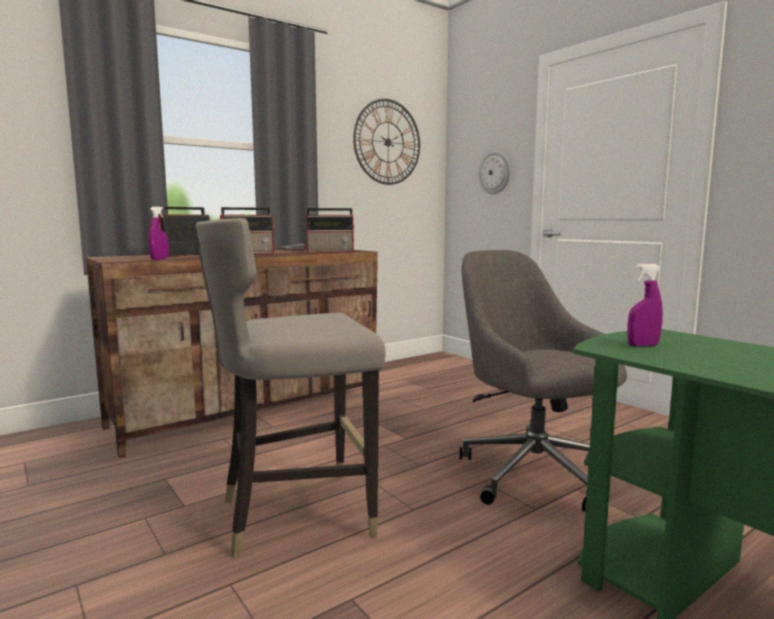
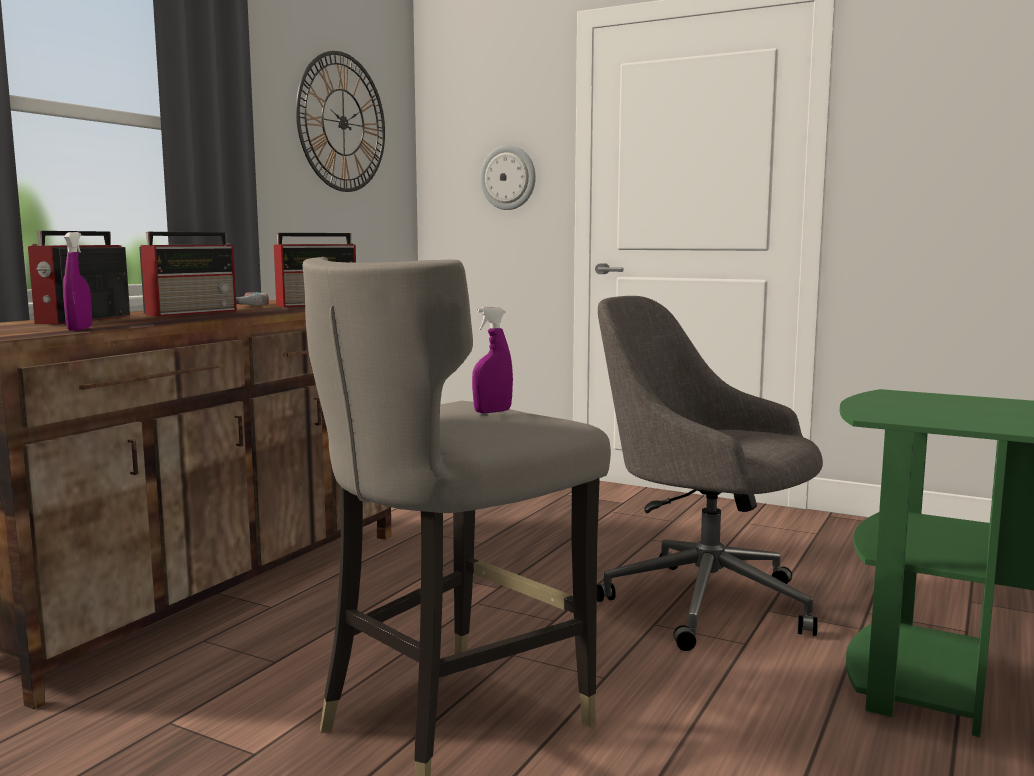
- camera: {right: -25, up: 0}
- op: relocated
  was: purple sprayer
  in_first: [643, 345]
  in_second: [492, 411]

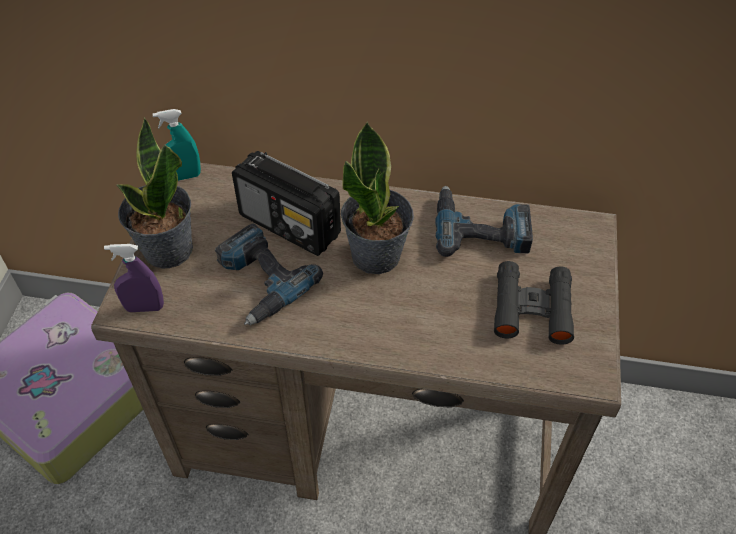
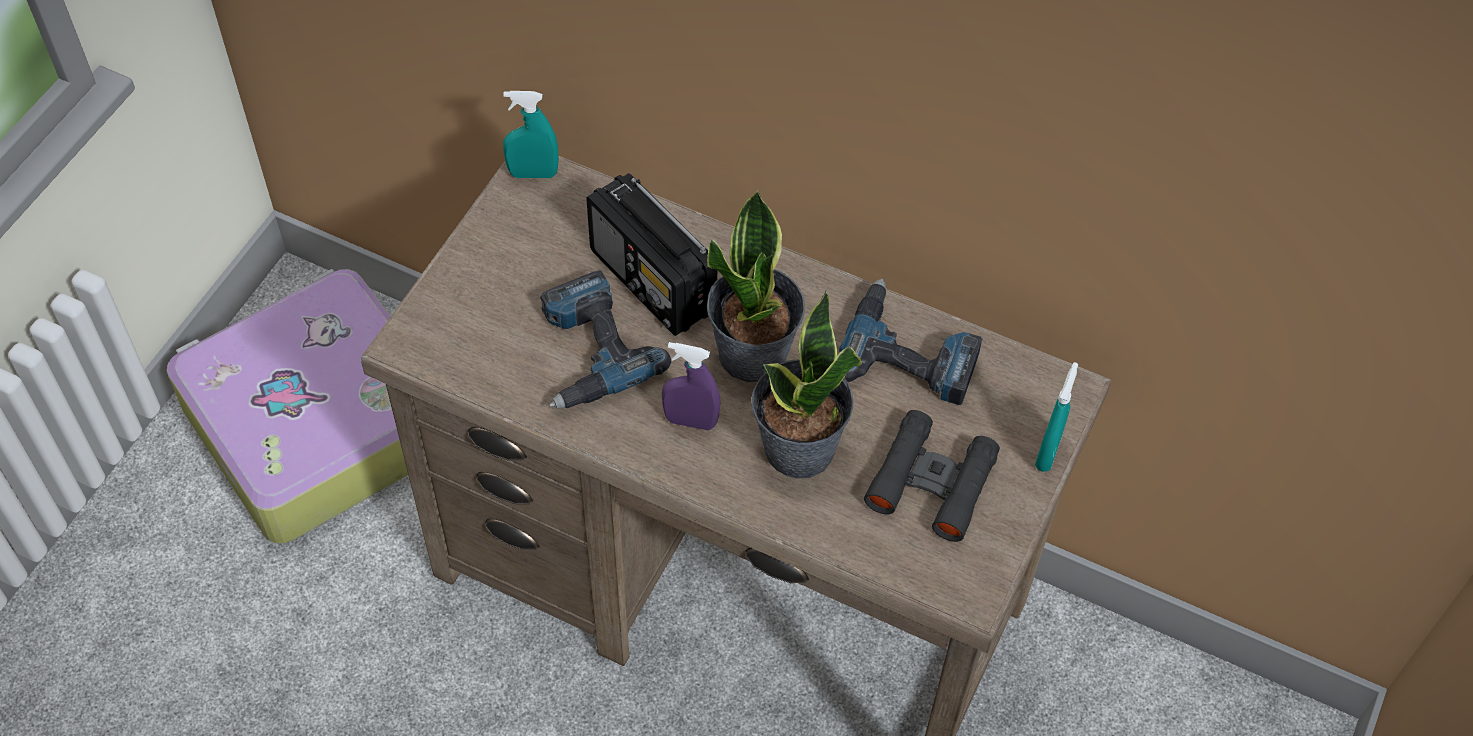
- camera: {right: 15, up: 5}
- op: relocated
  was: purple sprayer
  in_first: [144, 307]
  in_second: [690, 421]
- op: relocated
  was: houseplant
  in_first: [167, 250]
  in_second: [798, 449]
- op: appeared
  now: blue-green sprayer
  in_second: [1047, 452]

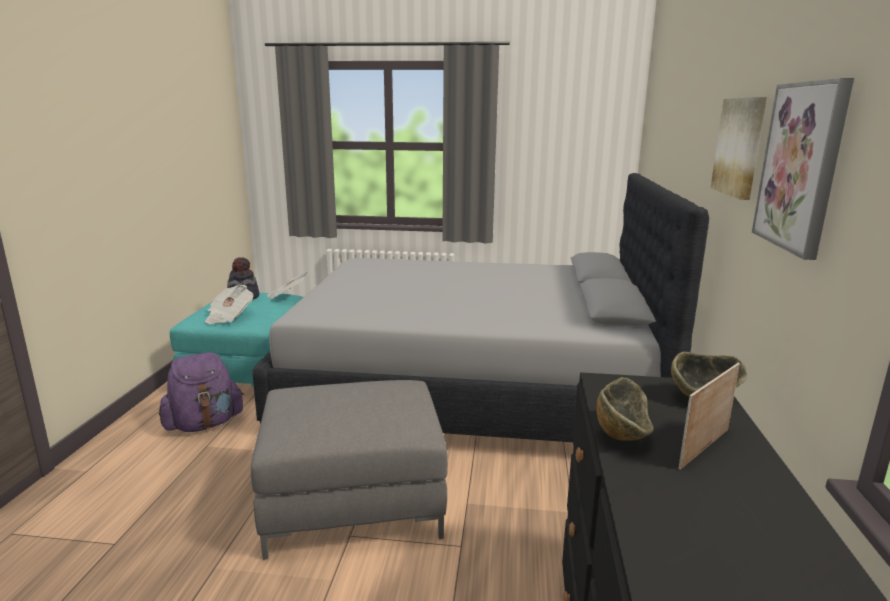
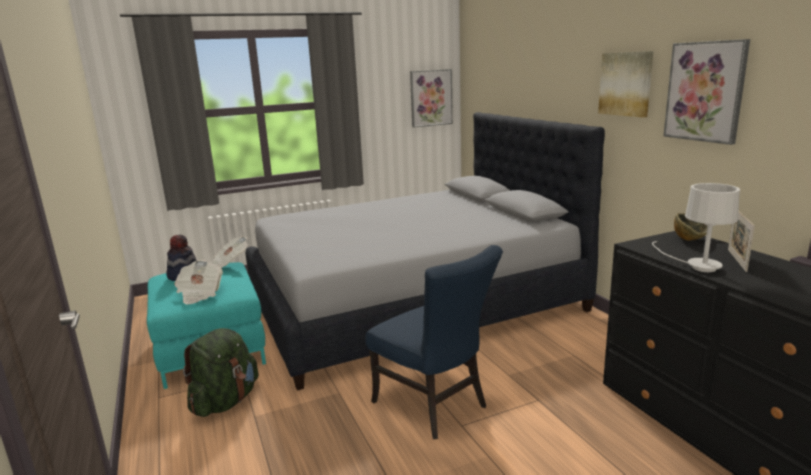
- camera: {right: -30, up: 0}
- op: colour
  was: purple backpack
  now: green backpack
  in_first: [204, 424]
  in_second: [225, 401]
- op: exchanged
  was: gray pouffe
  now: blue plain chair
  in_first: [352, 503]
  in_second: [435, 406]
- op: appeared
  now: picture
  in_second: [431, 98]
- op: exchanged
  was: serving bowl
  now: whitish table lamp
  in_first: [622, 434]
  in_second: [695, 265]

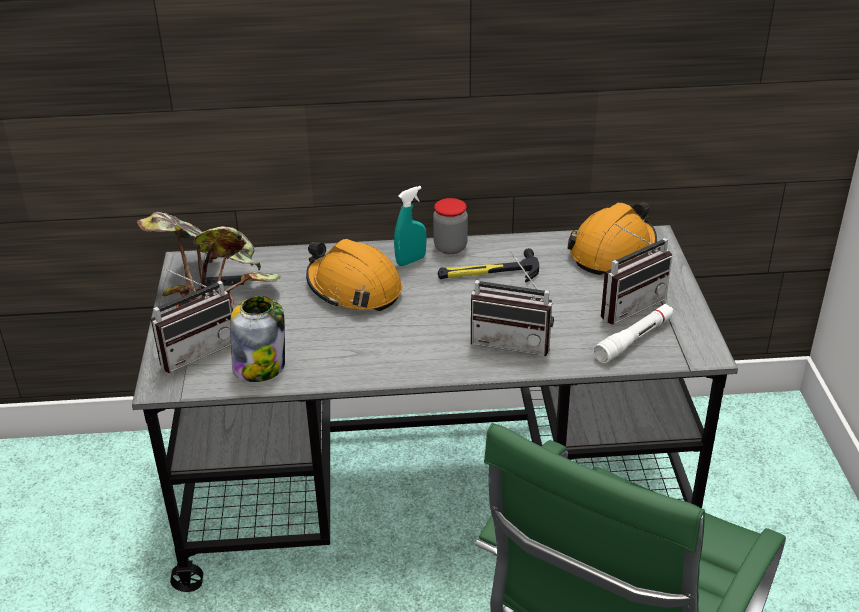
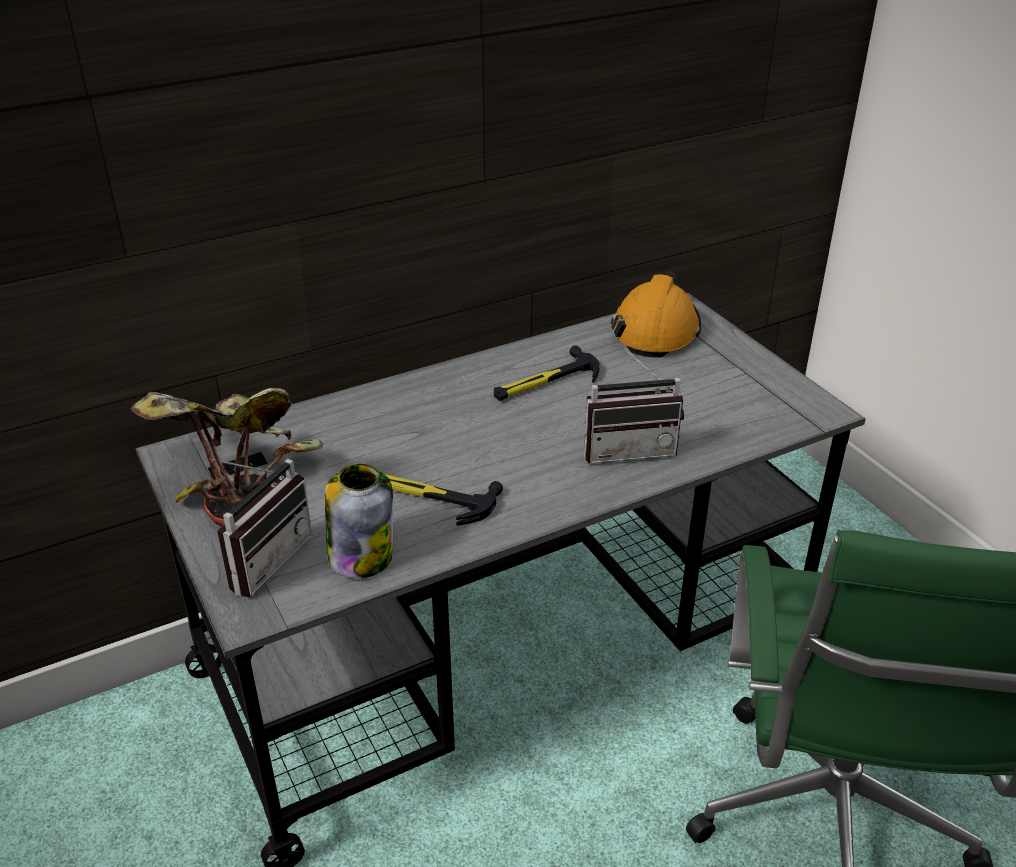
- camera: {right: -25, up: 0}
- op: appeared
  now: hammer
  in_second: [428, 496]
- op: missing
  was: orange-coloured work helmet
  in_first: [354, 289]
- op: missing
  was: blue-green sprayer
  in_first: [411, 261]
- op: missing
  was: jar
  in_first: [450, 247]
- op: missing
  was: whitish hand torch
  in_first: [634, 339]
- op: missing
  was: radio receiver
  in_first: [627, 304]

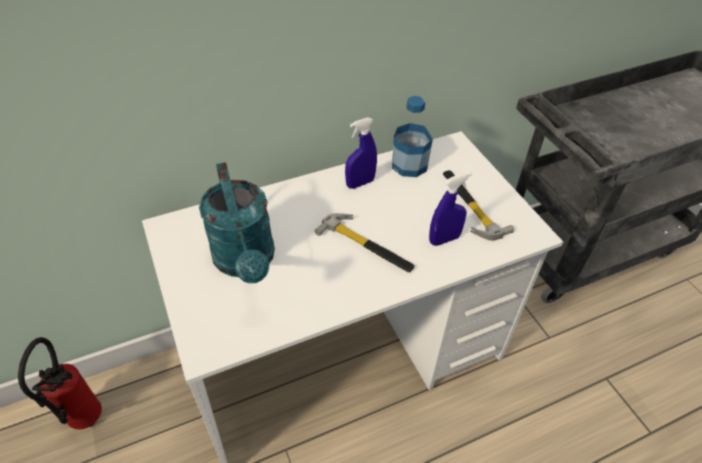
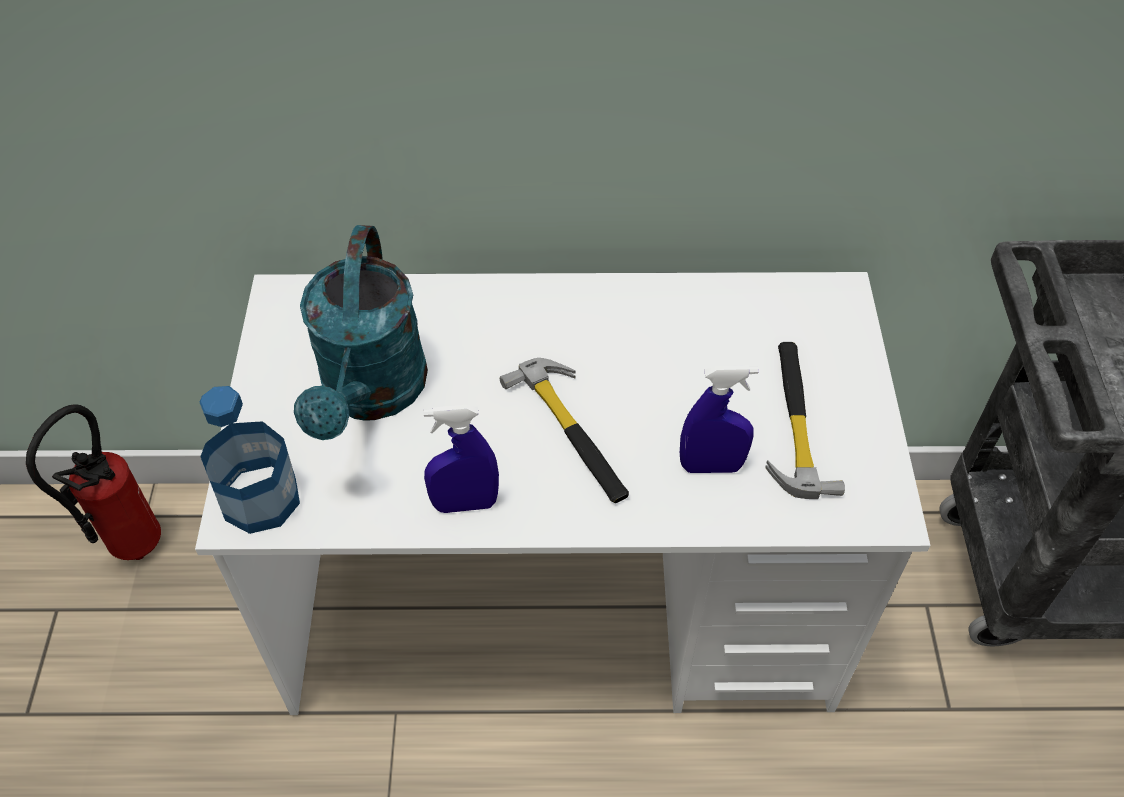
- camera: {right: 25, up: 5}
- op: relocated
  was: bottle
  in_first: [409, 165]
  in_second: [260, 499]
- op: relocated
  was: blue sprayer
  in_first: [360, 183]
  in_second: [465, 504]

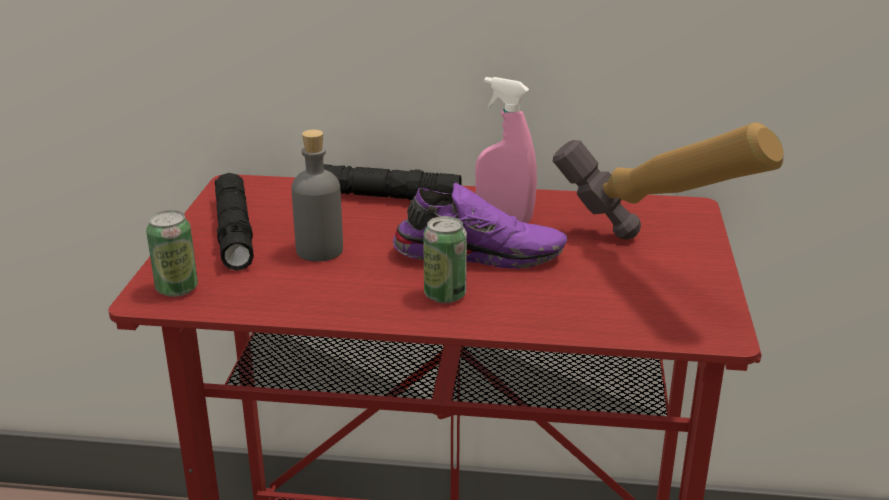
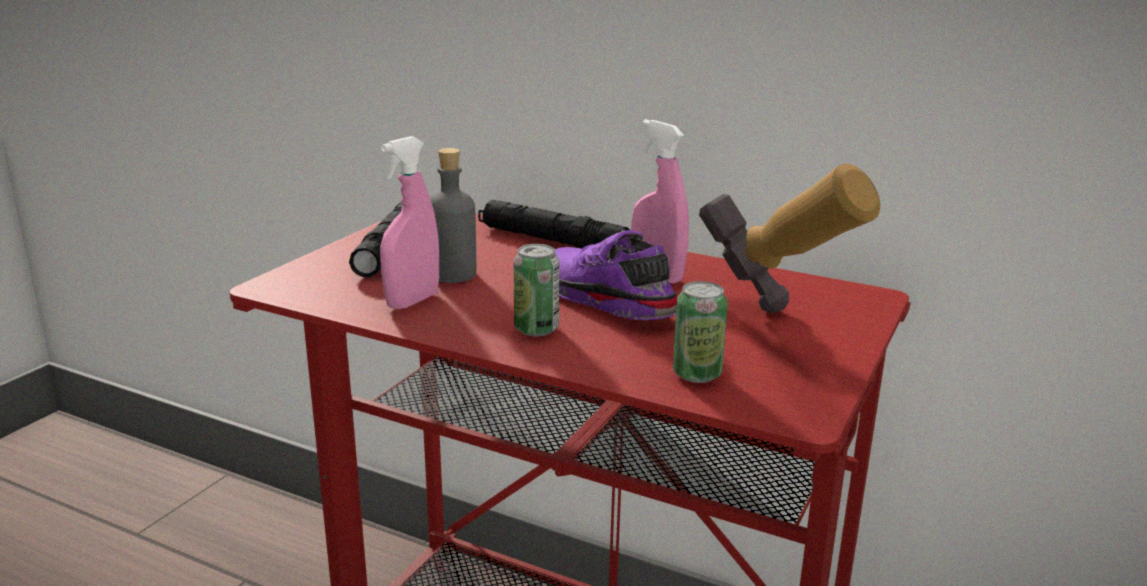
- camera: {right: 20, up: -5}
- op: appeared
  now: pink-coloured sprayer
  in_second: [412, 301]
- op: spun
  was: purple shoe
  in_first: [479, 253]
  in_second: [604, 300]
  clockwise: -150
- op: relocated
  was: sealed can
  in_first: [177, 289]
  in_second: [697, 374]

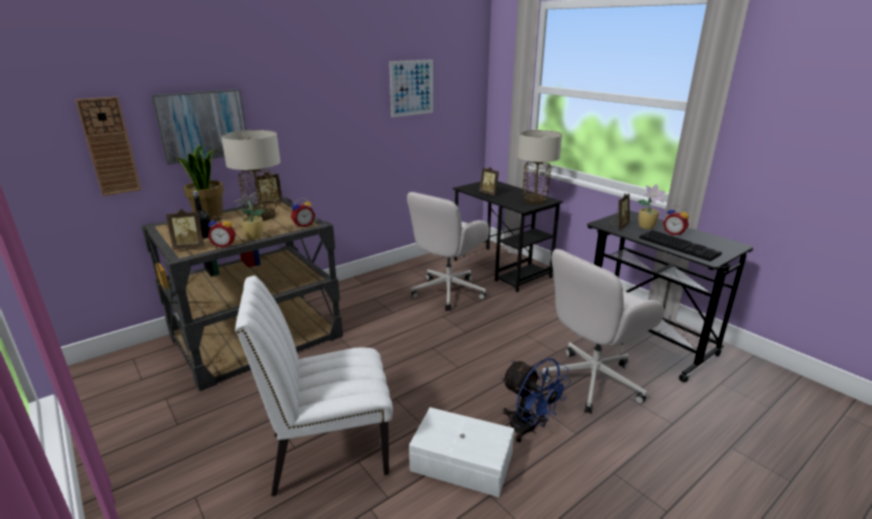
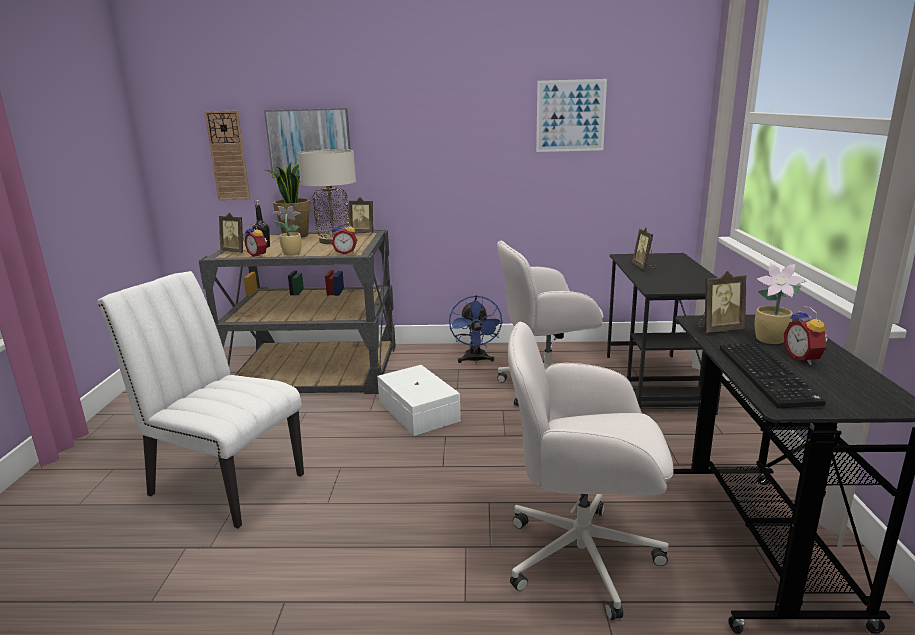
- camera: {right: 40, up: -5}
- op: relocated
  was: whitish storage bin
  in_first: [462, 463]
  in_second: [417, 412]
- op: relocated
  was: blue electric fan
  in_first: [529, 429]
  in_second: [475, 360]
- op: missing
  was: table lamp
  in_first: [535, 200]

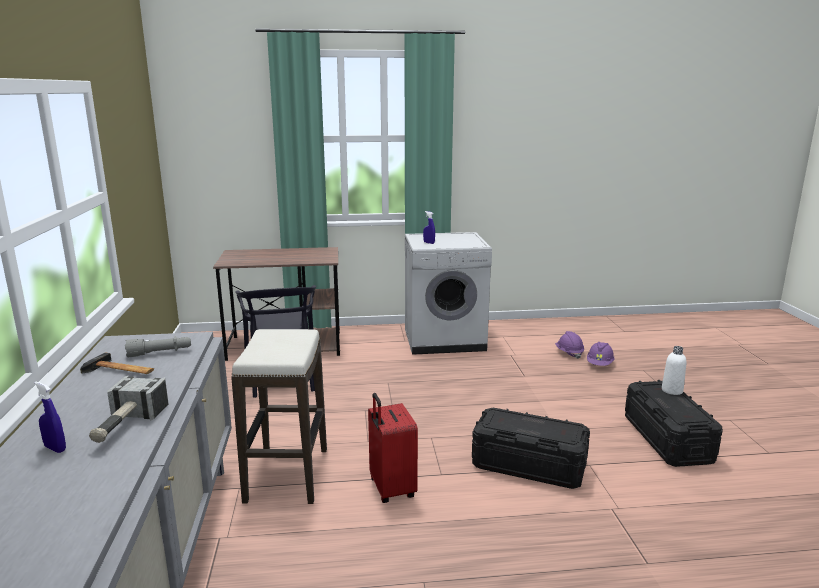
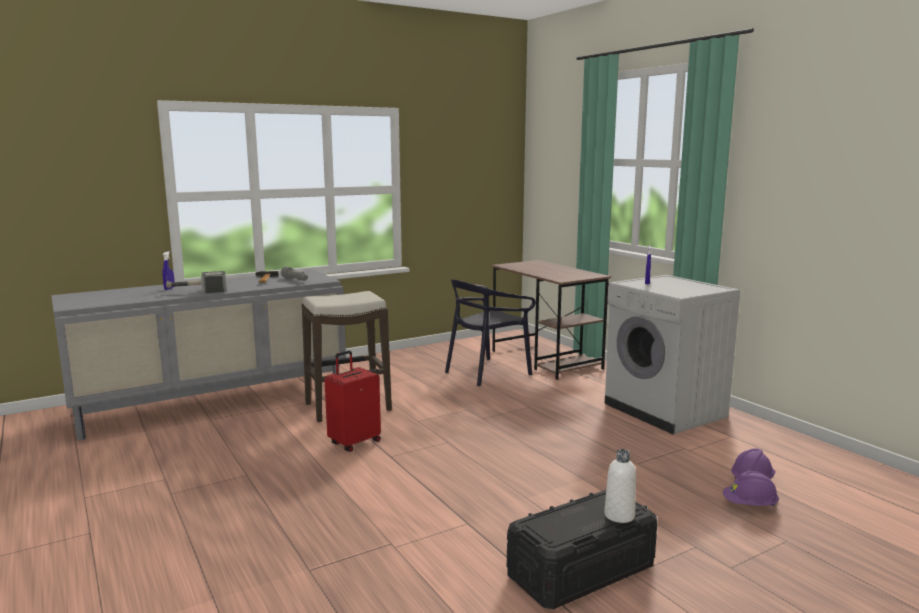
- camera: {right: 65, up: -5}
- op: missing
  was: black-coloured storage bin
  in_first: [529, 465]

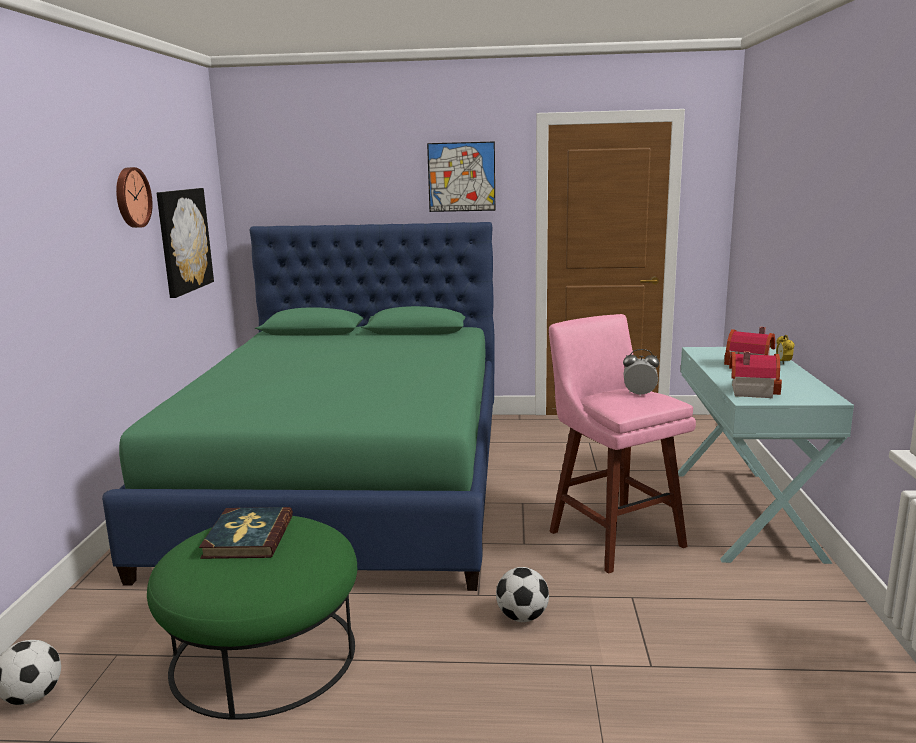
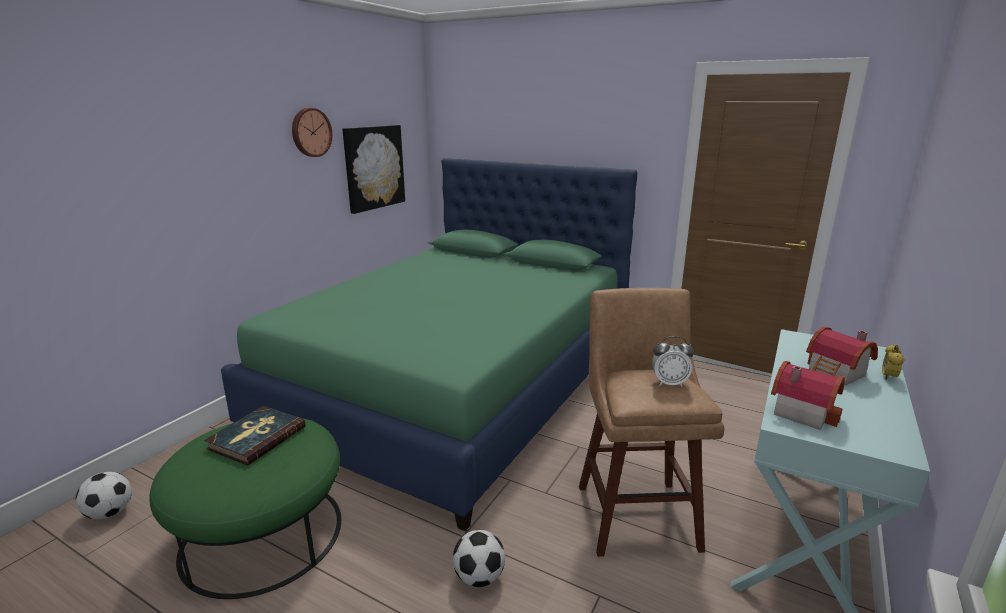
- camera: {right: 25, up: 5}
- op: colour
  was: pink-coloured stool
  now: brown-coloured stool
  in_first: [613, 536]
  in_second: [635, 513]
- op: spun
  was: table clock
  in_first: [639, 394]
  in_second: [669, 383]
  clockwise: 150
- op: missing
  was: picture
  in_first: [461, 177]

